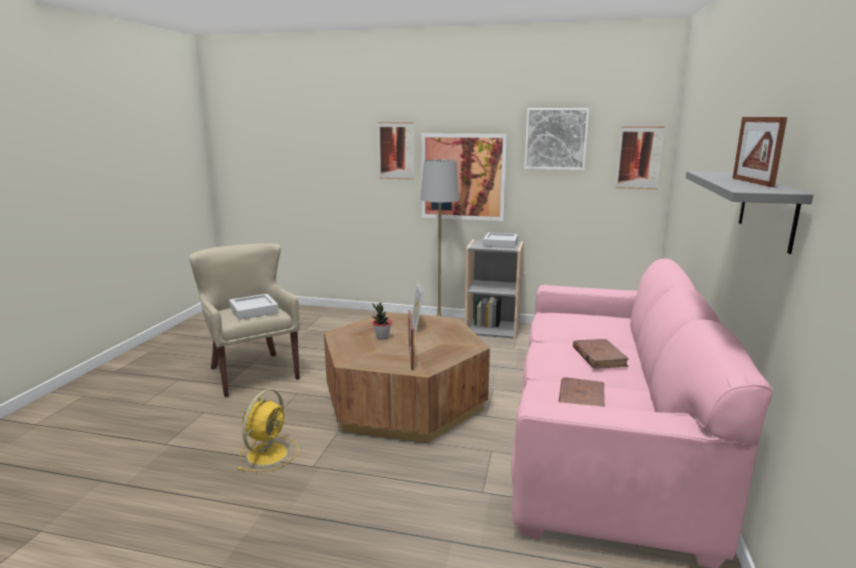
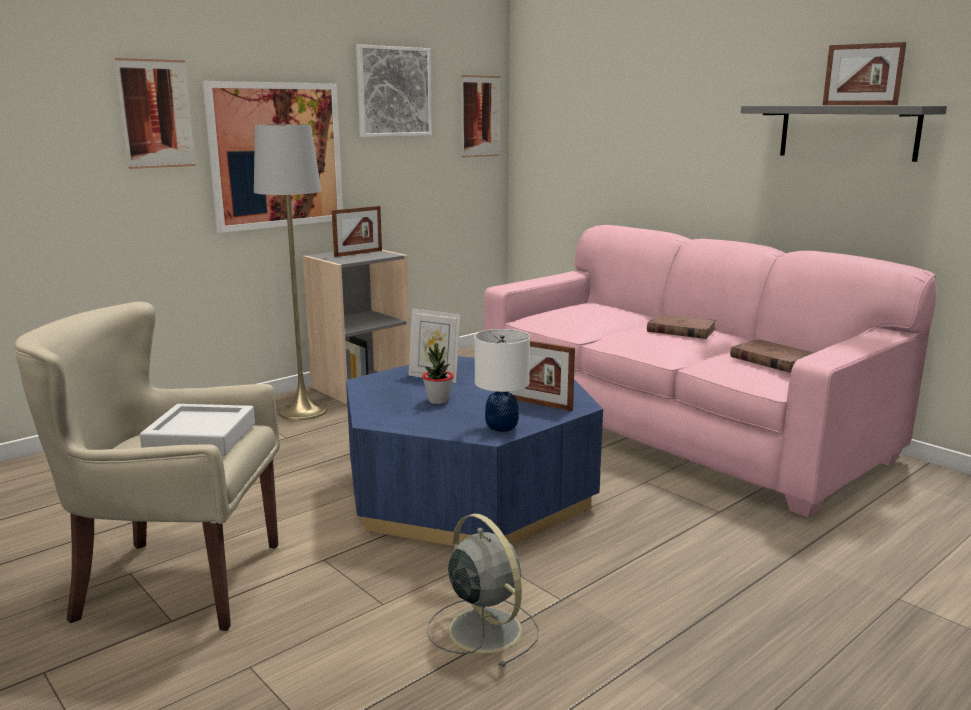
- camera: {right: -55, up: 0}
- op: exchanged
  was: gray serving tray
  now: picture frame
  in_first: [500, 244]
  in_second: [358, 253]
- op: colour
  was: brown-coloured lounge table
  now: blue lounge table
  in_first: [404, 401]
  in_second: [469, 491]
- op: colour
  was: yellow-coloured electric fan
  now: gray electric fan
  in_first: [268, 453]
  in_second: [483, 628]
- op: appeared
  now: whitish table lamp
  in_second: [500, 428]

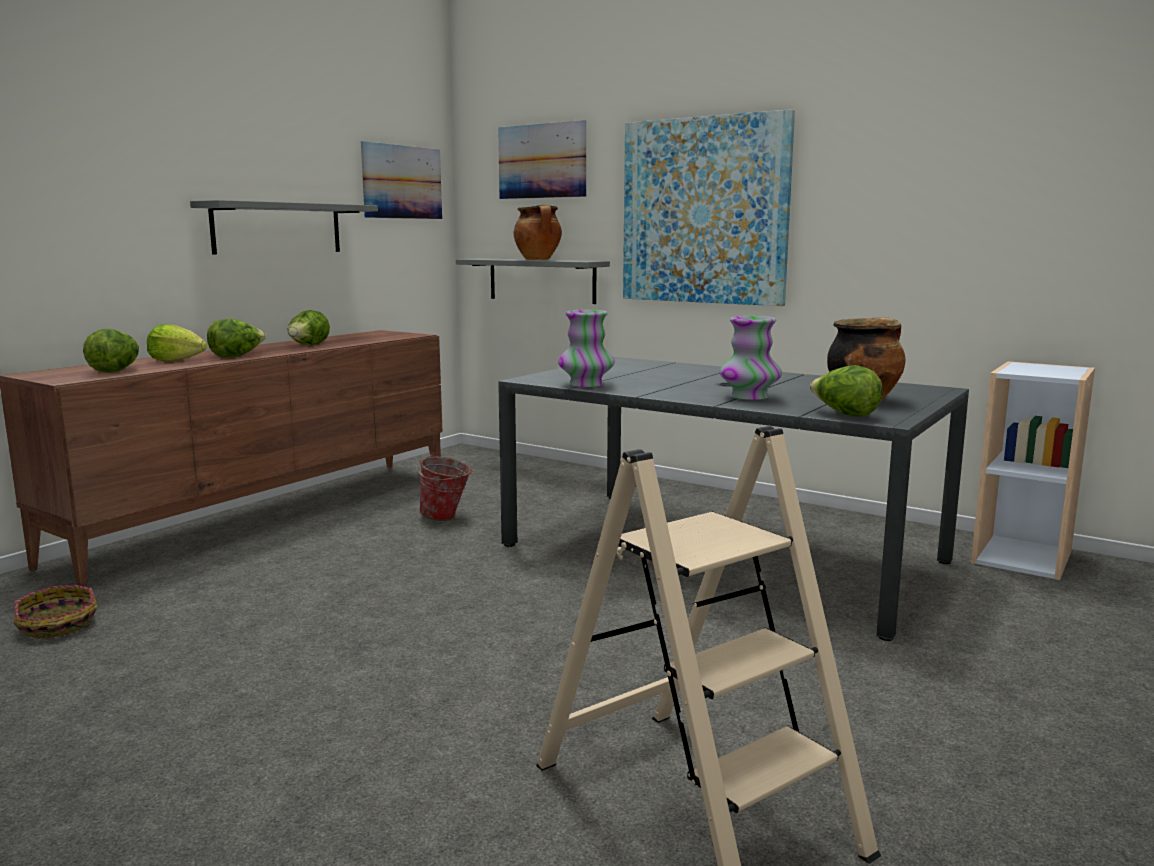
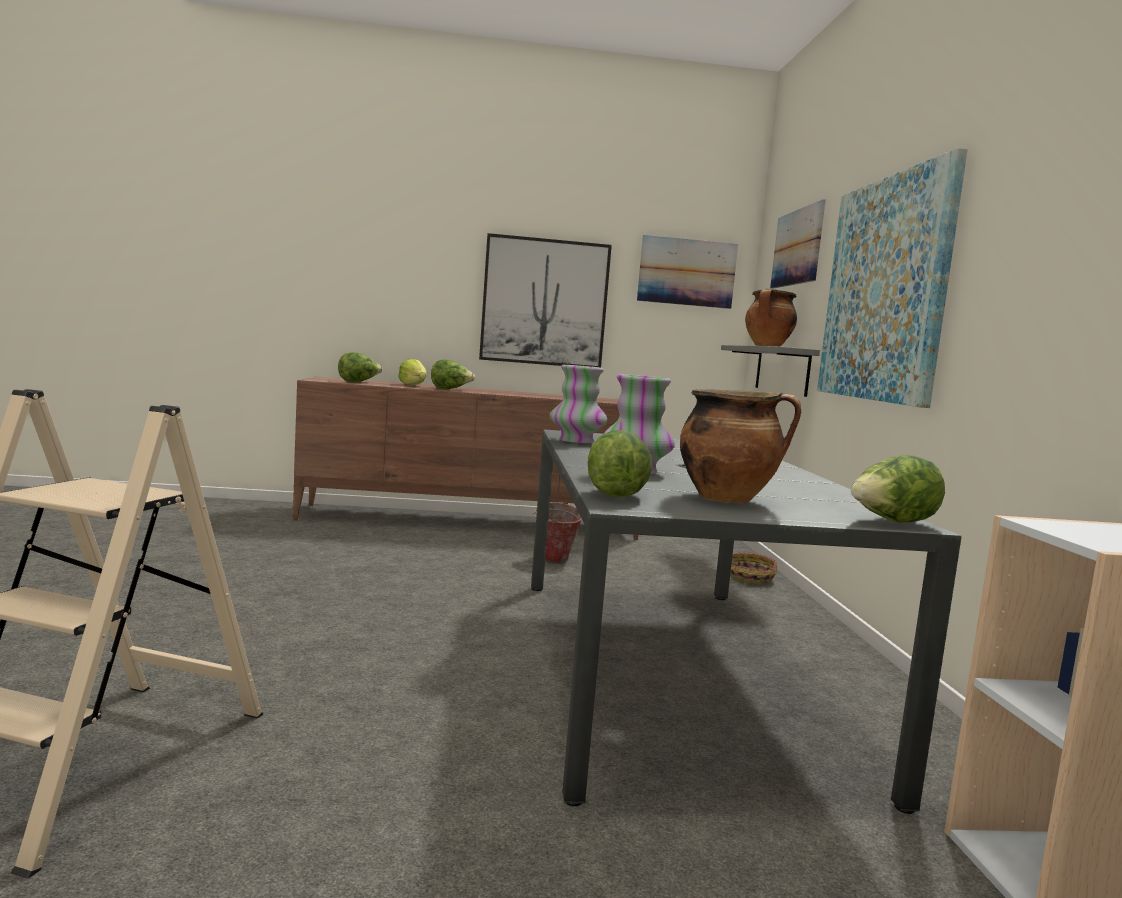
- camera: {right: 50, up: -5}
- op: exchanged
  was: gray bracket shelf
  now: picture
  in_first: [278, 228]
  in_second: [544, 302]
- op: relocated
  was: storage basket
  in_first: [58, 626]
  in_second: [750, 578]
- op: relocated
  was: head of lettuce
  in_first: [308, 346]
  in_second: [891, 522]

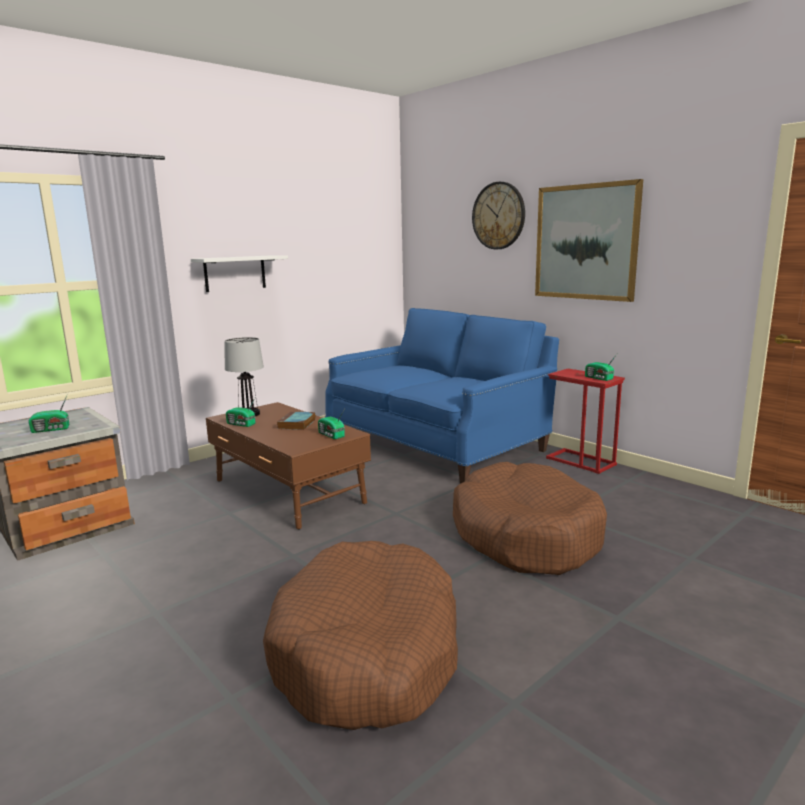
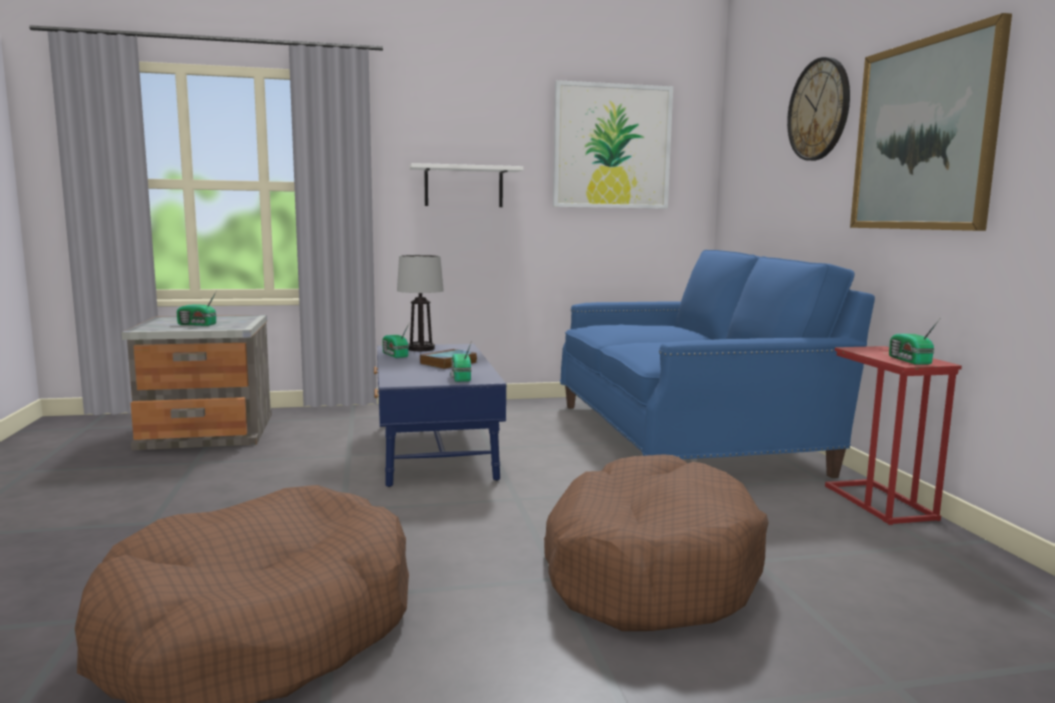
- camera: {right: 30, up: -5}
- op: colour
  was: brown-coloured lounge table
  now: blue lounge table
  in_first: [289, 492]
  in_second: [434, 450]
- op: appeared
  now: picture
  in_second: [612, 147]

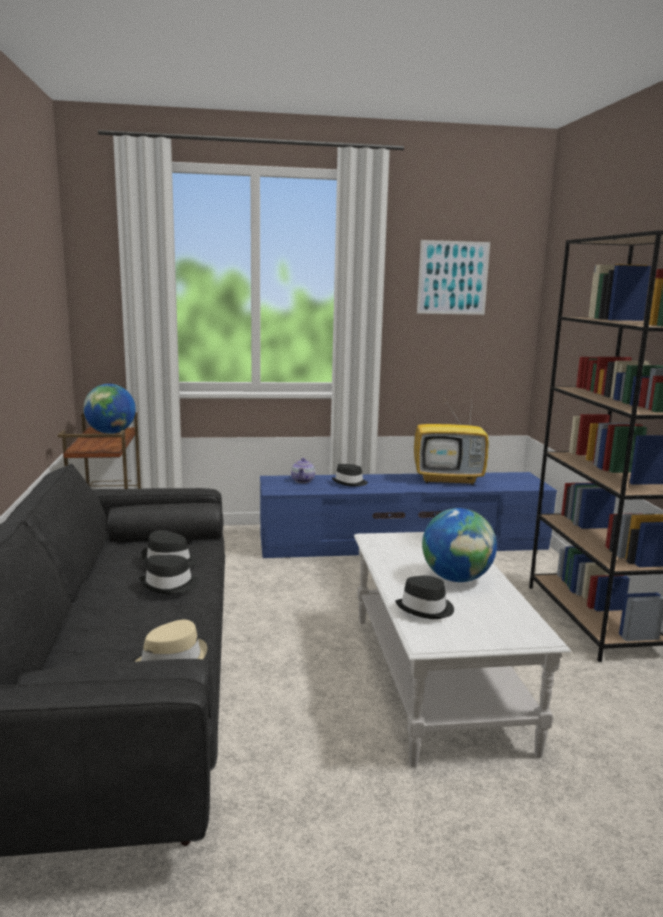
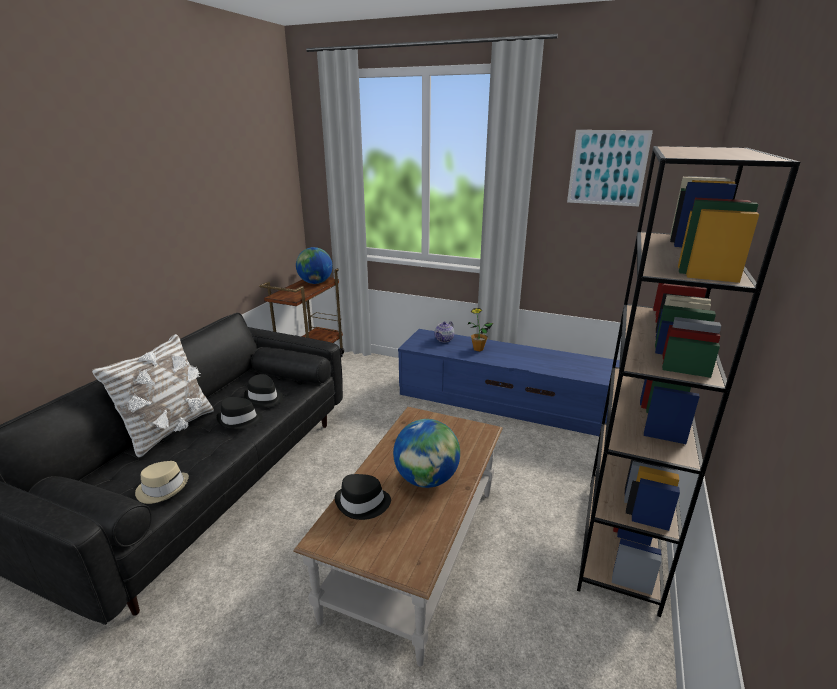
- camera: {right: 30, up: 10}
- op: appeared
  now: whitish throw pillow
  in_second: [170, 430]
- op: colour
  was: whitish lounge table
  now: brown-coloured lounge table
  in_first: [436, 678]
  in_second: [415, 549]
- op: exchanged
  was: black-coloured clothing hat
  now: houseplant
  in_first: [350, 483]
  in_second: [478, 349]
- op: missing
  was: TV set
  in_first: [449, 479]

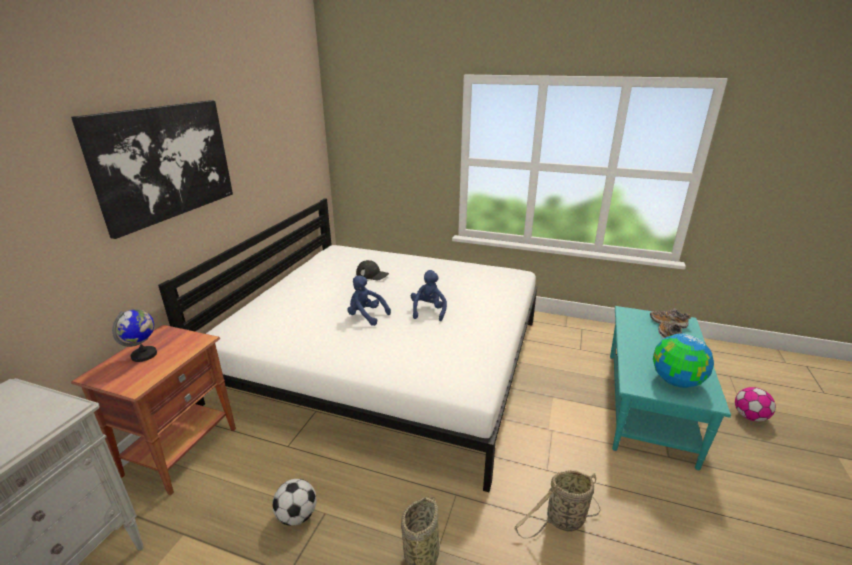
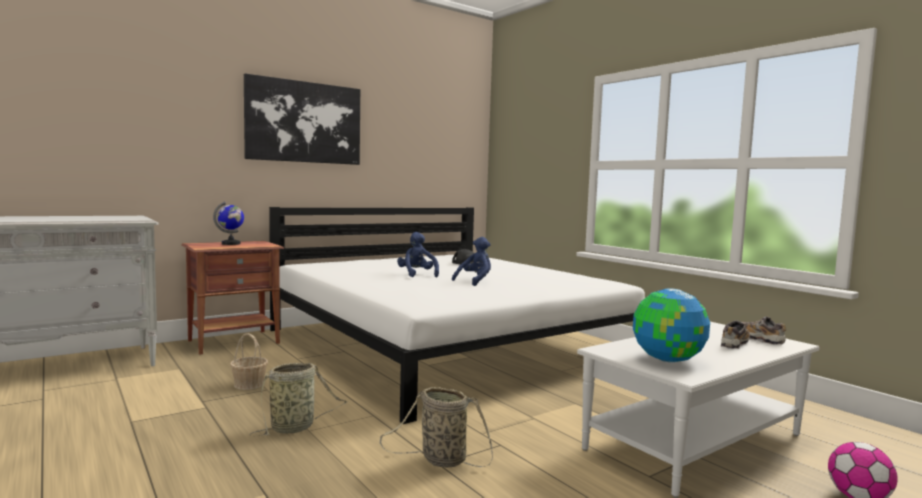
- camera: {right: 35, up: -20}
- op: exchanged
  was: football ball
  now: storage basket
  in_first: [297, 515]
  in_second: [249, 384]
- op: colour
  was: blue-green lounge table
  now: whitish lounge table
  in_first: [648, 405]
  in_second: [694, 442]

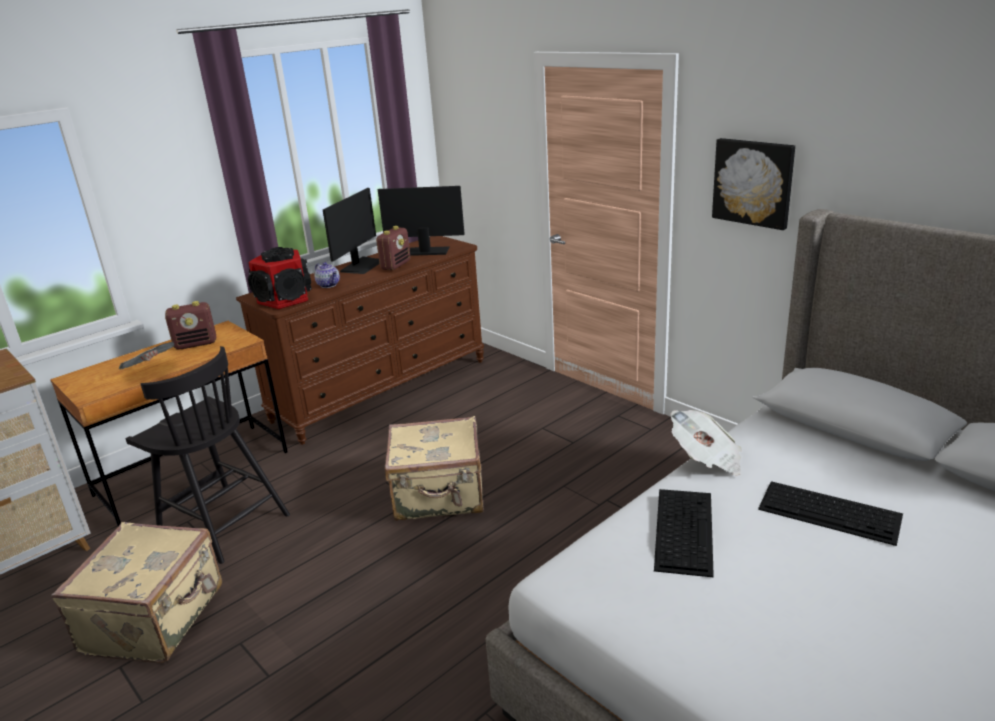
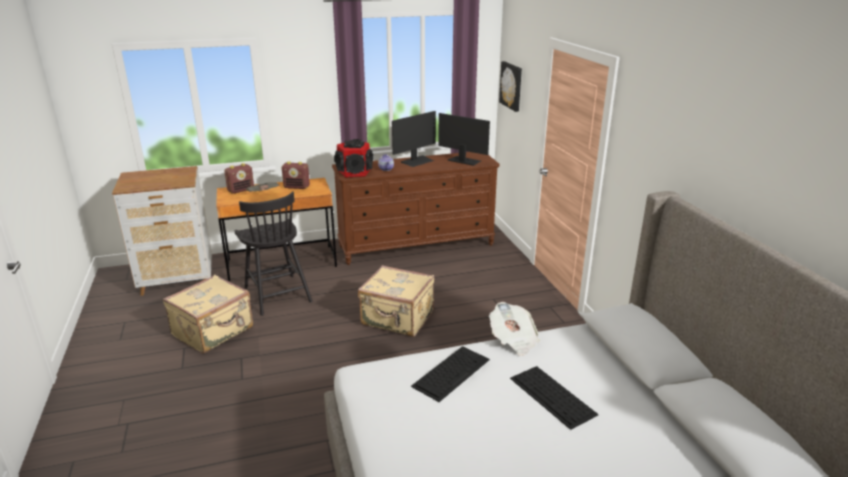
- camera: {right: 25, up: 0}
- op: relocated
  was: radio receiver
  in_first: [395, 265]
  in_second: [241, 190]
- op: relocated
  was: picture
  in_first: [753, 182]
  in_second: [512, 86]

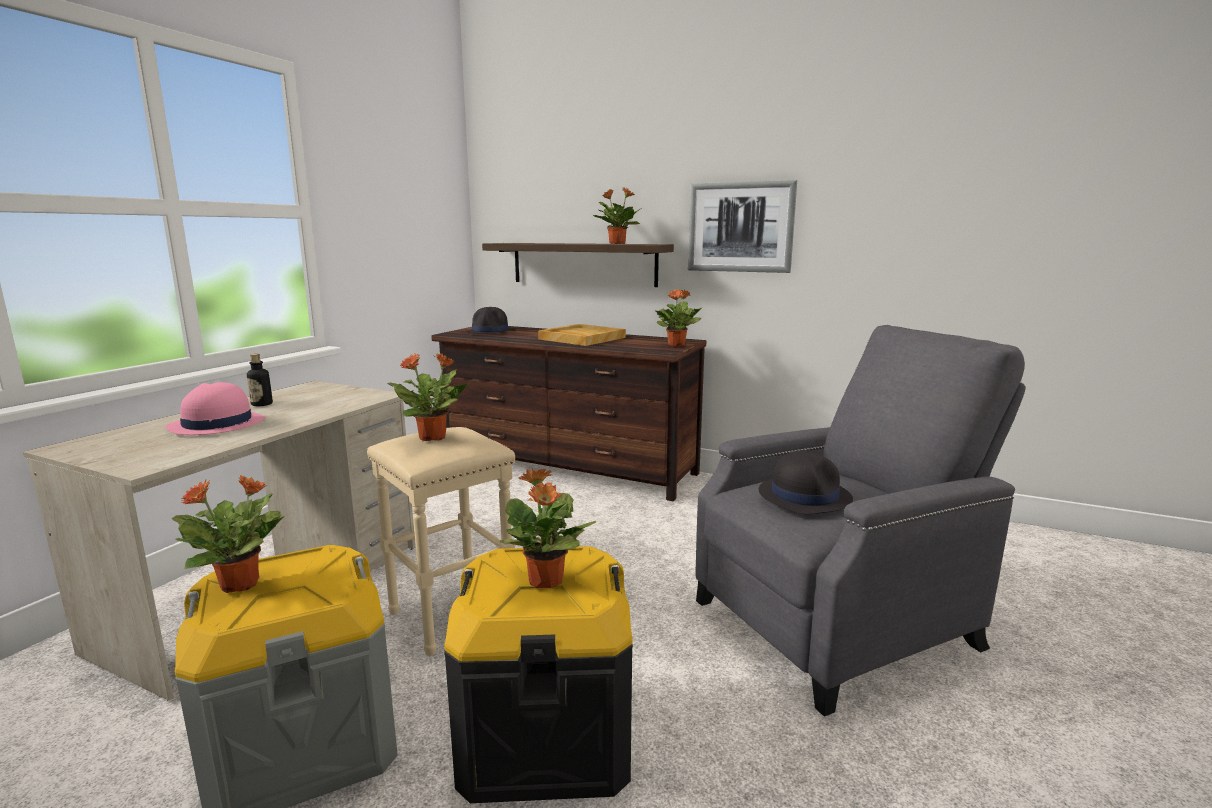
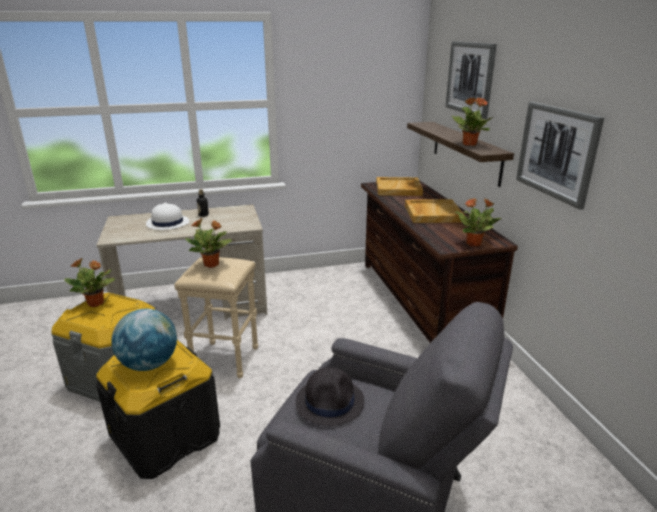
- camera: {right: 50, up: 10}
- op: exchanged
  was: houseplant
  now: globe
  in_first: [545, 581]
  in_second: [149, 364]
- op: colour
  was: pink-coloured clothing hat
  now: whitish clothing hat
  in_first: [216, 425]
  in_second: [167, 223]
- op: exchanged
  was: black-coloured clothing hat
  now: beige serving tray
  in_first: [490, 331]
  in_second: [398, 189]
- op: appeared
  now: picture
  in_second: [470, 78]

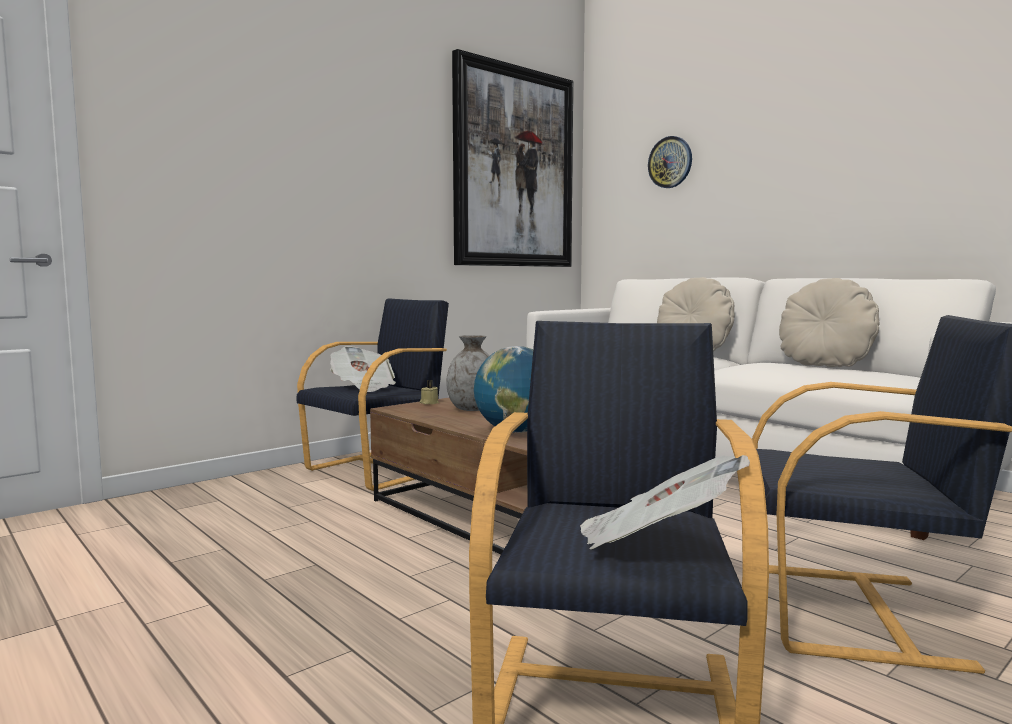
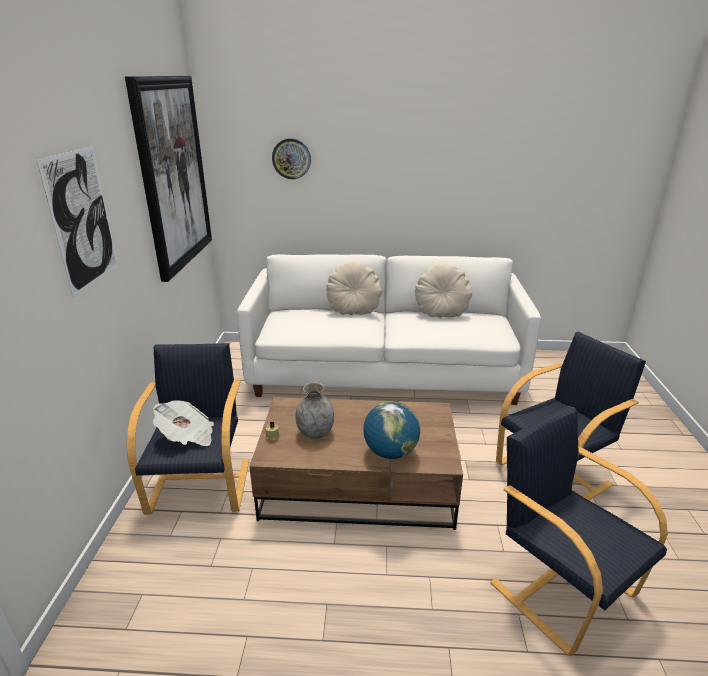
- camera: {right: -45, up: 20}
- op: appeared
  now: picture
  in_second: [82, 219]
- op: missing
  was: printed paper
  in_first: [655, 543]

